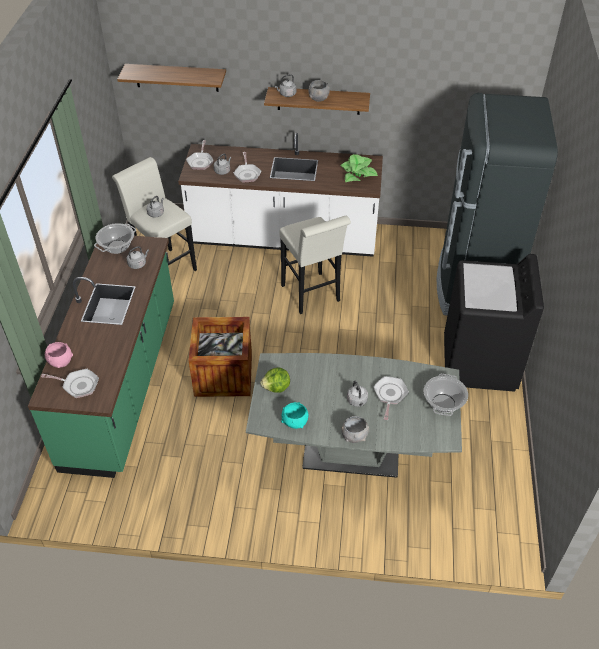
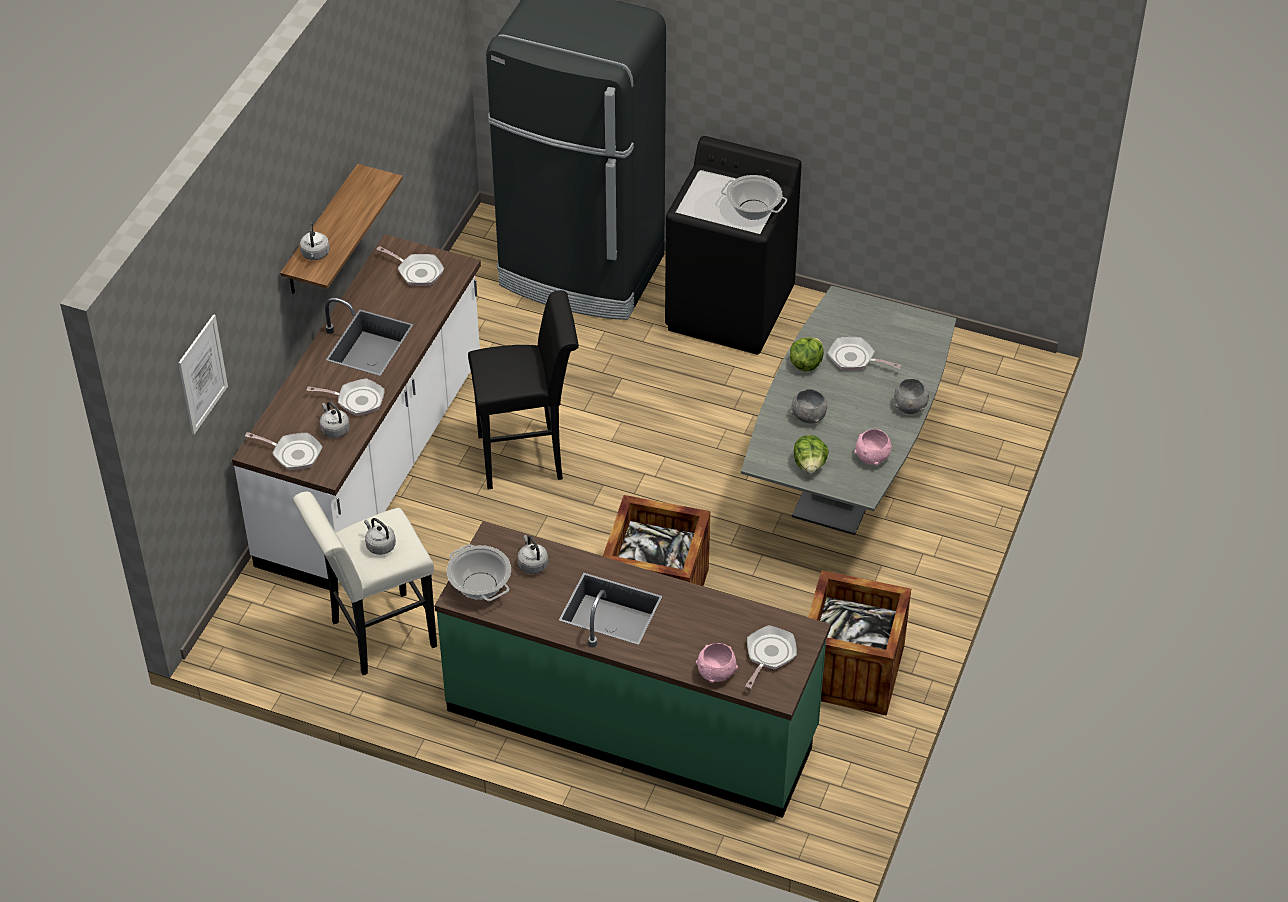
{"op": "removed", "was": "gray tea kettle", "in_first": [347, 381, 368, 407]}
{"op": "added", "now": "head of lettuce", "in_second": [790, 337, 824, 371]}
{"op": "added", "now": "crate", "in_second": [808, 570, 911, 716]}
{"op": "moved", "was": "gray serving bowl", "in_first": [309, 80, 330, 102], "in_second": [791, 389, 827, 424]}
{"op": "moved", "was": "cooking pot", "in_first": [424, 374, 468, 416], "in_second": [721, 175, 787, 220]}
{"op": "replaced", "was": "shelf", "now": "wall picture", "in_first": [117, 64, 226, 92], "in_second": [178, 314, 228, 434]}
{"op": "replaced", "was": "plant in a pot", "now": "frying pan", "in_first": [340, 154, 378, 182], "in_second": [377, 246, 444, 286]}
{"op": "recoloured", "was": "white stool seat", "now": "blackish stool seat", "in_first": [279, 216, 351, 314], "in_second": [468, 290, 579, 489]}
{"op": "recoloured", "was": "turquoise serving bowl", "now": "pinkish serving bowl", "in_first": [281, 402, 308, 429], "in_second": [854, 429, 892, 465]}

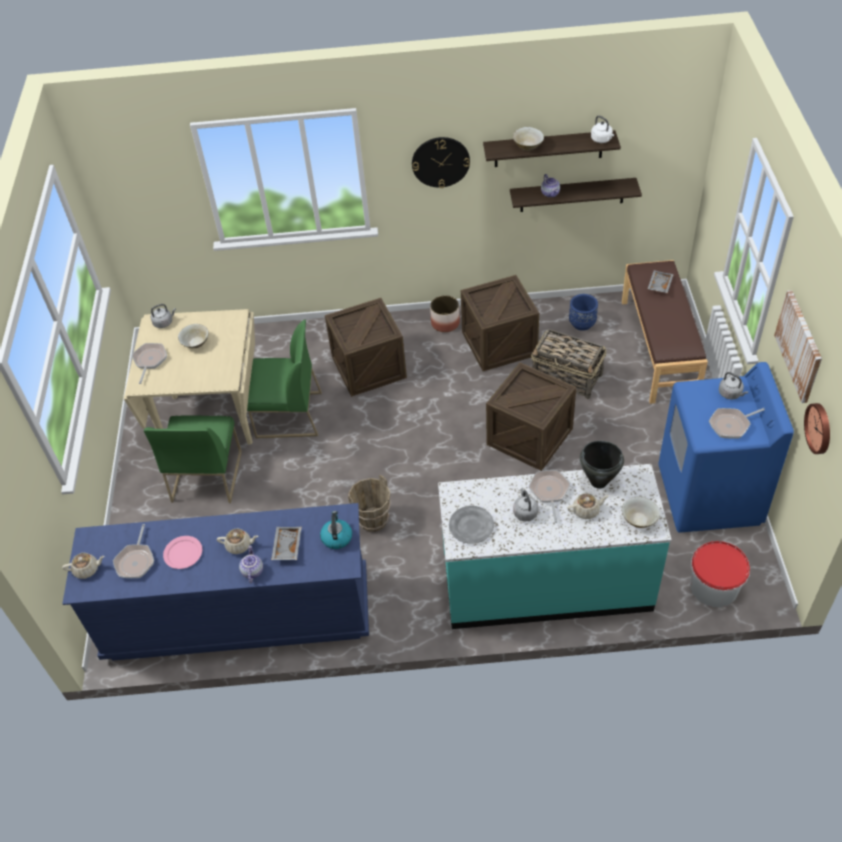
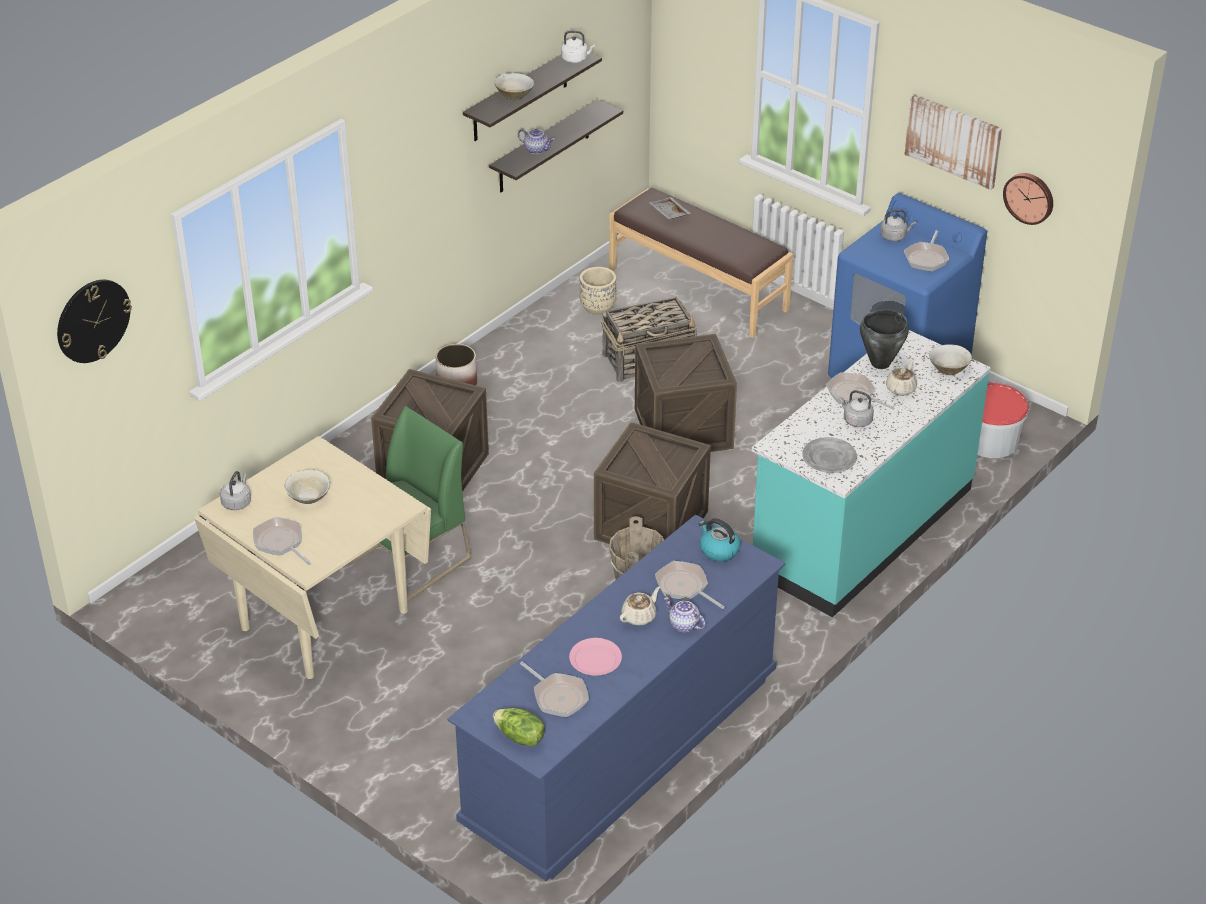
{"op": "removed", "was": "green-coloured plain chair", "in_first": [144, 416, 242, 503]}
{"op": "moved", "was": "clock on the wall", "in_first": [412, 137, 470, 188], "in_second": [57, 280, 132, 363]}
{"op": "moved", "was": "crate", "in_first": [461, 275, 539, 371], "in_second": [594, 422, 711, 544]}
{"op": "replaced", "was": "beige tea pot", "now": "head of lettuce", "in_first": [62, 553, 105, 579], "in_second": [493, 708, 545, 747]}
{"op": "replaced", "was": "gray serving tray", "now": "frying pan", "in_first": [271, 527, 302, 560], "in_second": [655, 561, 725, 609]}
{"op": "recoloured", "was": "bluish flower pot", "now": "beige flower pot", "in_first": [569, 294, 598, 331], "in_second": [580, 267, 616, 315]}

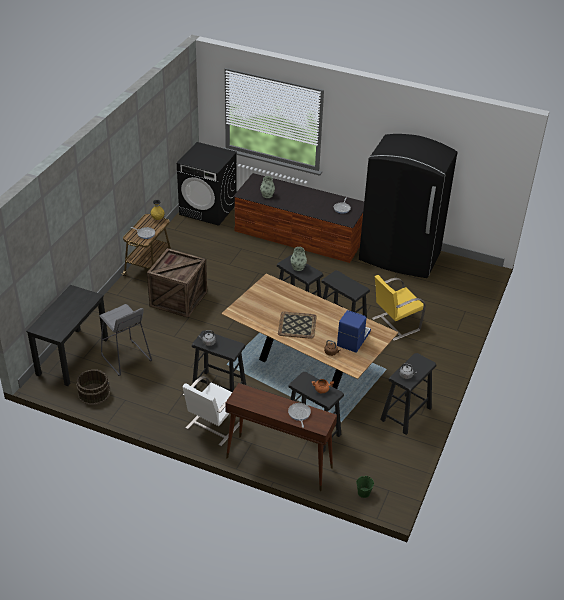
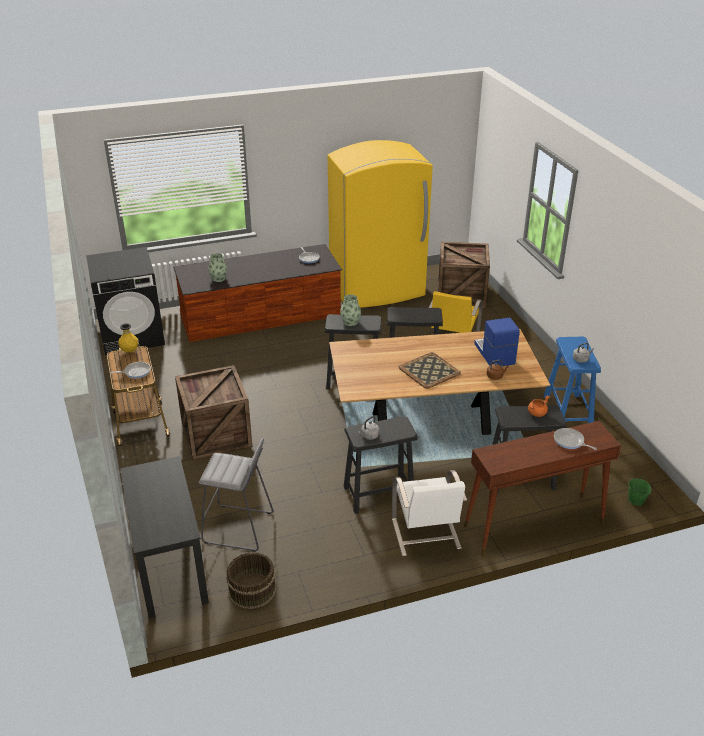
{"op": "added", "now": "crate", "in_second": [438, 242, 490, 309]}
{"op": "recoloured", "was": "blackish fridge", "now": "yellow-coloured fridge", "in_first": [359, 134, 457, 278], "in_second": [328, 140, 433, 308]}
{"op": "recoloured", "was": "blackish stool seat", "now": "bluish stool seat", "in_first": [380, 353, 437, 435], "in_second": [544, 337, 601, 423]}

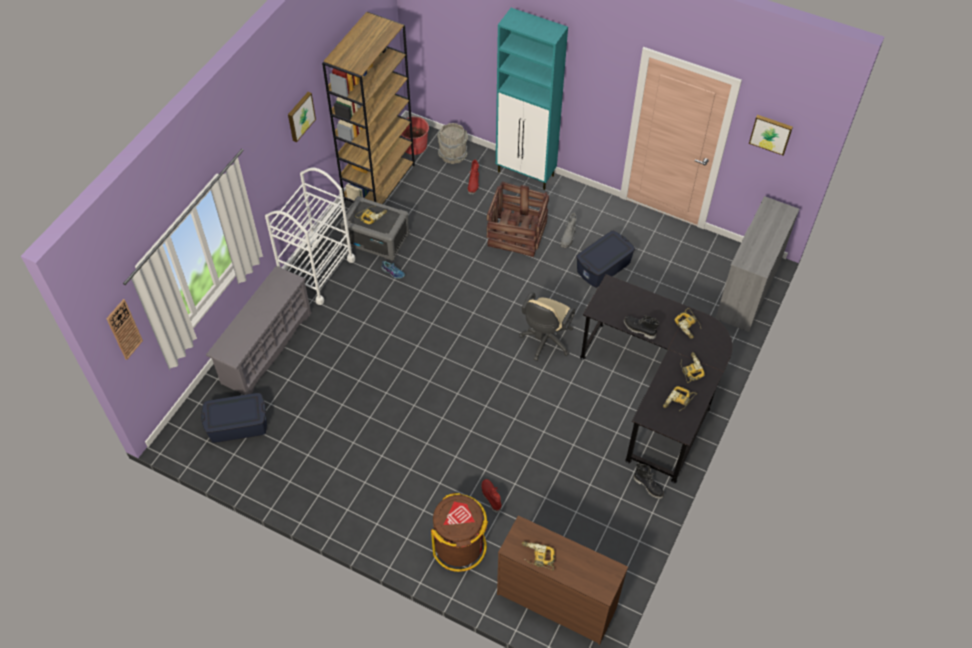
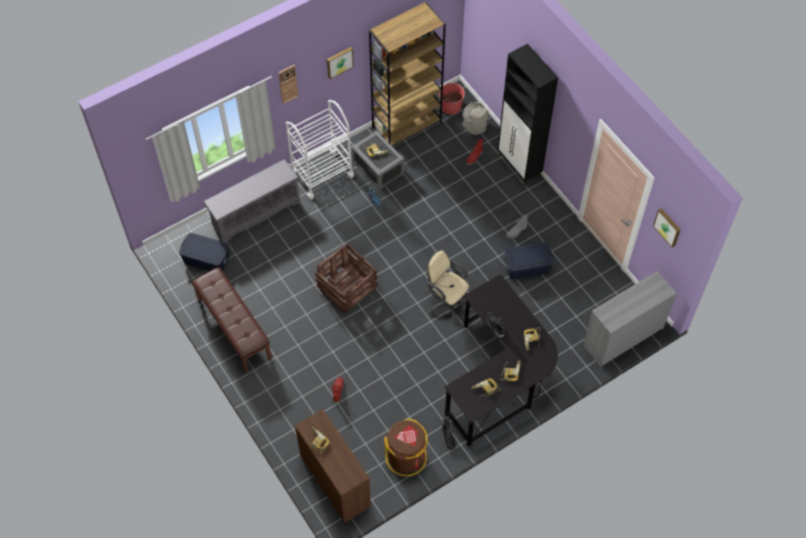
{"op": "added", "now": "brownish bench", "in_second": [192, 267, 272, 373]}
{"op": "moved", "was": "clock on the wall", "in_first": [106, 299, 143, 360], "in_second": [278, 65, 298, 104]}
{"op": "moved", "was": "brownish rubbish bin", "in_first": [431, 493, 488, 572], "in_second": [384, 418, 428, 477]}
{"op": "moved", "was": "crate", "in_first": [487, 182, 549, 257], "in_second": [315, 244, 377, 313]}
{"op": "recoloured", "was": "turquoise cupboard", "now": "blackish cupboard", "in_first": [496, 8, 568, 190], "in_second": [498, 44, 558, 185]}
{"op": "turned", "was": "beige desk chair", "in_first": [519, 292, 575, 361], "in_second": [427, 250, 471, 323], "clockwise": 75}

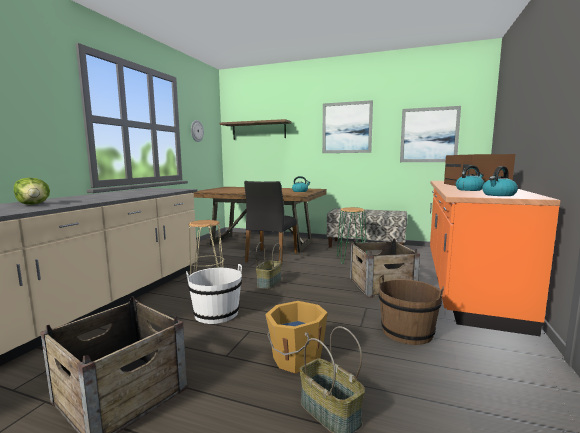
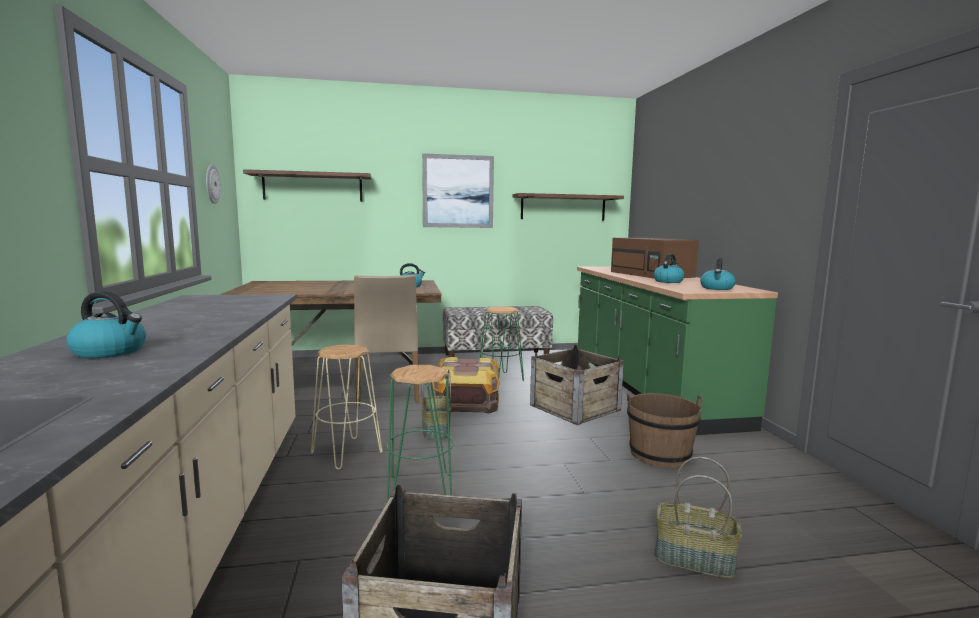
{"op": "removed", "was": "orangey water bucket", "in_first": [265, 301, 328, 373]}
{"op": "added", "now": "crate", "in_second": [432, 357, 500, 414]}
{"op": "replaced", "was": "head of lettuce", "now": "tea kettle", "in_first": [14, 178, 50, 205], "in_second": [66, 291, 146, 358]}
{"op": "replaced", "was": "white water bucket", "now": "green-coloured stool seat", "in_first": [186, 264, 242, 324], "in_second": [386, 365, 454, 501]}
{"op": "replaced", "was": "wall picture", "now": "shelf", "in_first": [400, 106, 461, 162], "in_second": [512, 193, 624, 220]}
{"op": "recoloured", "was": "blackish plain chair", "now": "beige plain chair", "in_first": [244, 181, 297, 266], "in_second": [354, 275, 419, 406]}
{"op": "recoloured", "was": "orangey counter", "now": "green-coloured counter", "in_first": [430, 181, 561, 336], "in_second": [577, 267, 778, 435]}

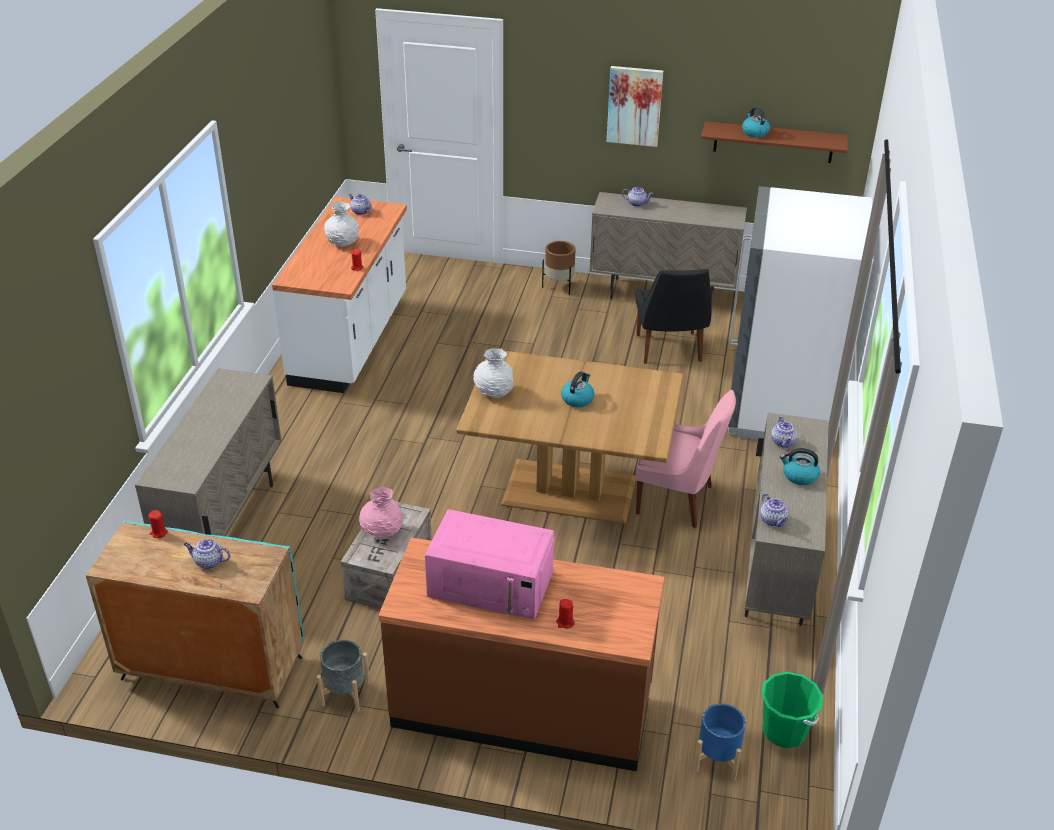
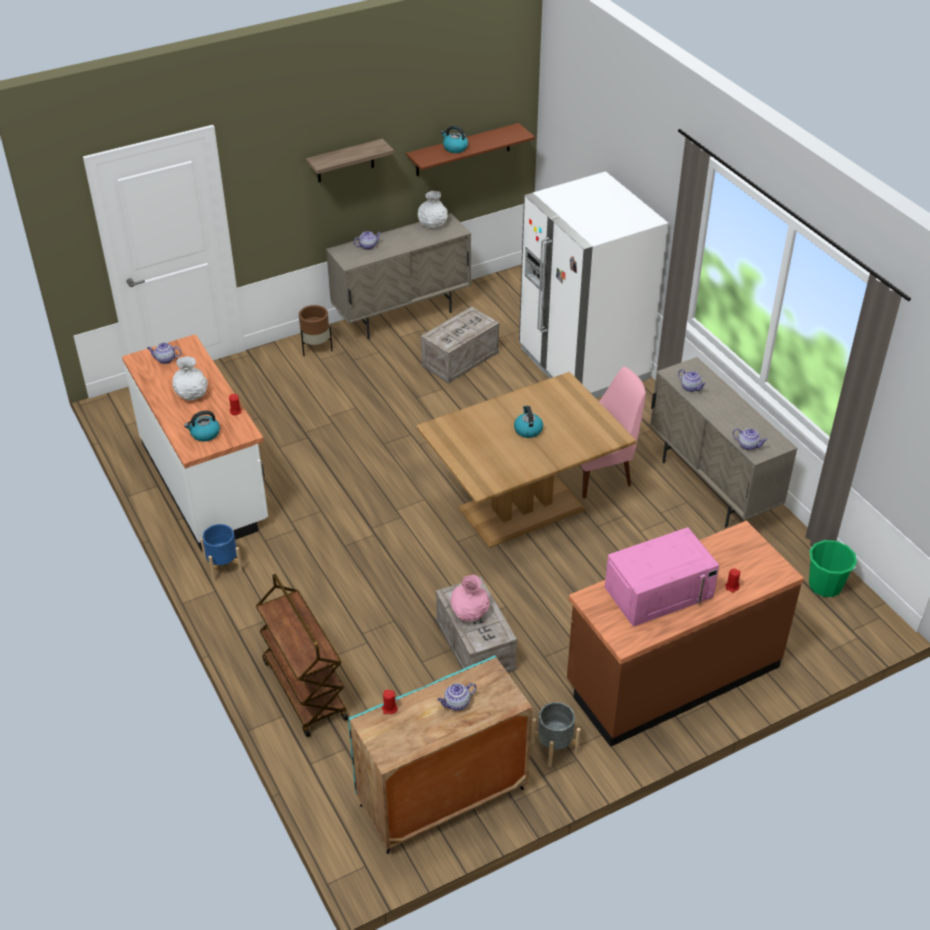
{"op": "moved", "was": "white vase", "in_first": [473, 348, 514, 398], "in_second": [418, 191, 448, 229]}
{"op": "moved", "was": "bluish flower pot", "in_first": [694, 704, 746, 781], "in_second": [200, 524, 243, 581]}
{"op": "moved", "was": "tea kettle", "in_first": [780, 448, 820, 485], "in_second": [184, 411, 220, 442]}
{"op": "replaced", "was": "beige cupboard", "now": "brownish cart", "in_first": [135, 368, 282, 536], "in_second": [256, 574, 348, 737]}
{"op": "replaced", "was": "wall picture", "now": "shelf", "in_first": [607, 66, 663, 147], "in_second": [306, 139, 394, 182]}
{"op": "replaced", "was": "blackish plain chair", "now": "crate", "in_first": [635, 269, 712, 364], "in_second": [421, 307, 500, 383]}

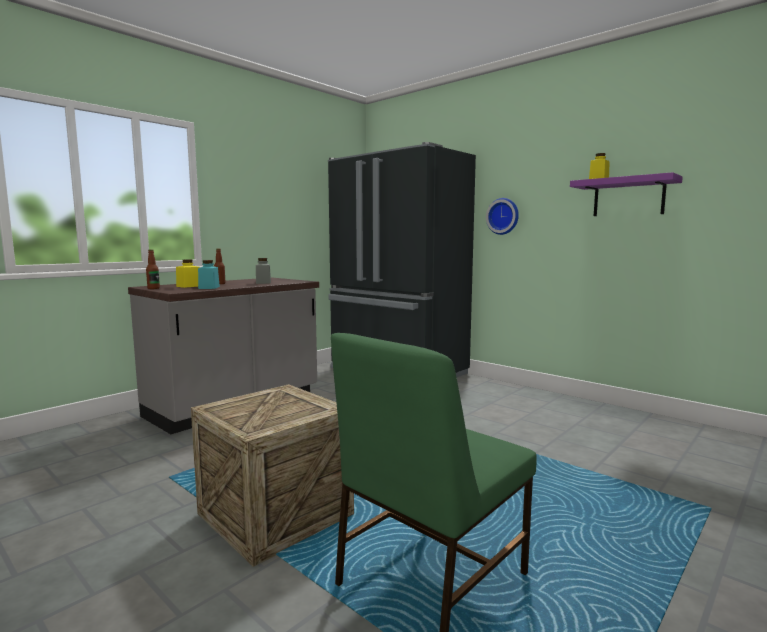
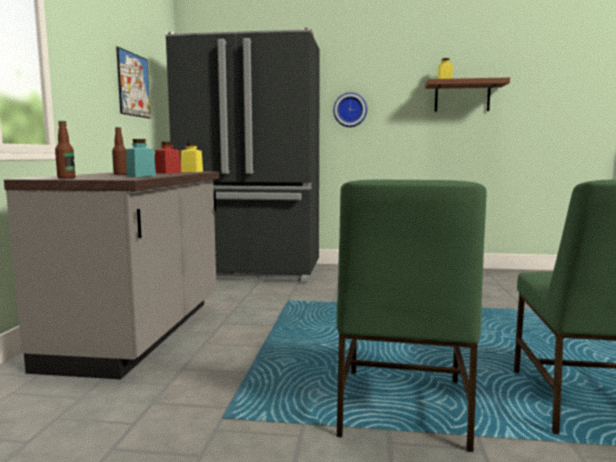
{"op": "added", "now": "wall picture", "in_second": [116, 47, 150, 119]}
{"op": "moved", "was": "yellow-coloured jar", "in_first": [176, 259, 200, 288], "in_second": [181, 143, 203, 172]}
{"op": "replaced", "was": "crate", "now": "green-coloured plain chair", "in_first": [191, 384, 354, 567], "in_second": [337, 180, 487, 452]}
{"op": "recoloured", "was": "gray jar", "now": "red jar", "in_first": [256, 258, 271, 284], "in_second": [155, 142, 181, 174]}
{"op": "recoloured", "was": "purplish shelf", "now": "brownish shelf", "in_first": [570, 172, 683, 216], "in_second": [425, 77, 510, 112]}

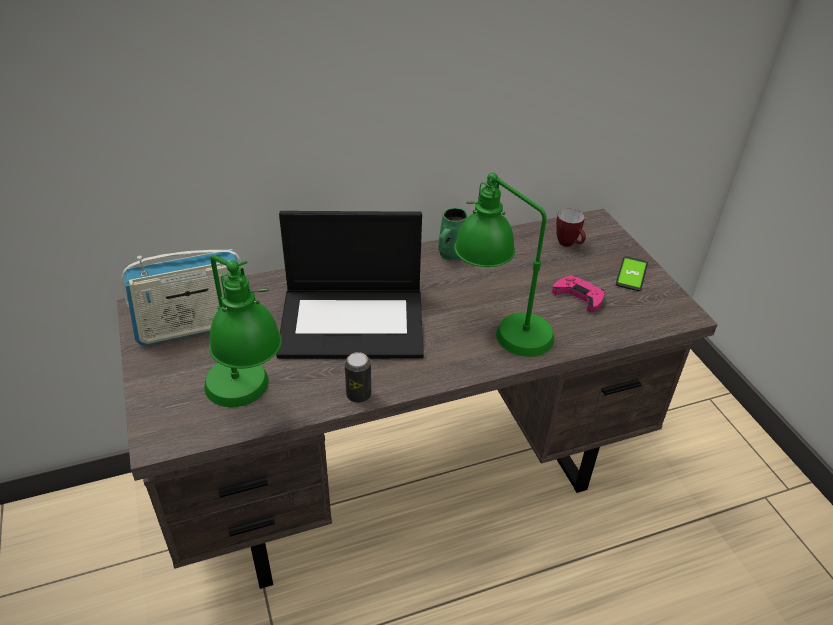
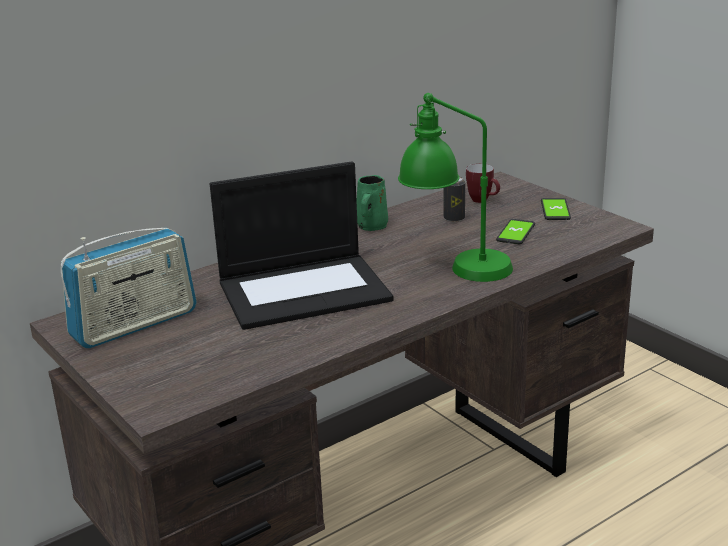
{"op": "removed", "was": "green-coloured tabletop lamp", "in_first": [204, 255, 282, 407]}
{"op": "moved", "was": "metal can", "in_first": [345, 352, 371, 403], "in_second": [444, 177, 465, 222]}
{"op": "replaced", "was": "pinkish game controller", "now": "phone", "in_first": [552, 275, 605, 312], "in_second": [496, 219, 535, 244]}

